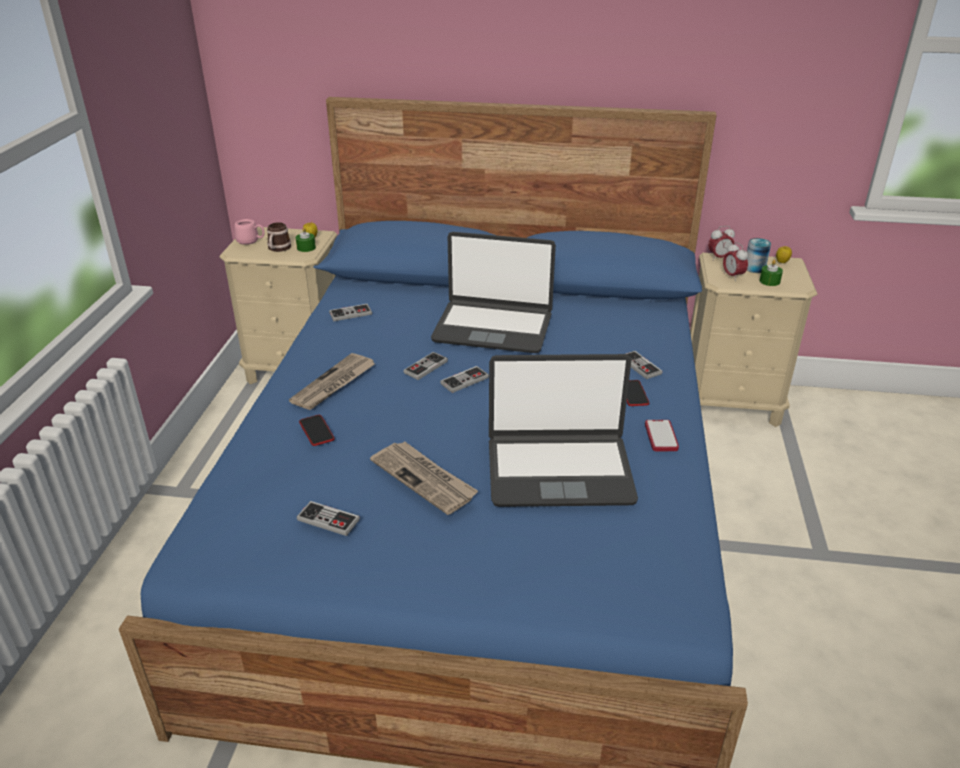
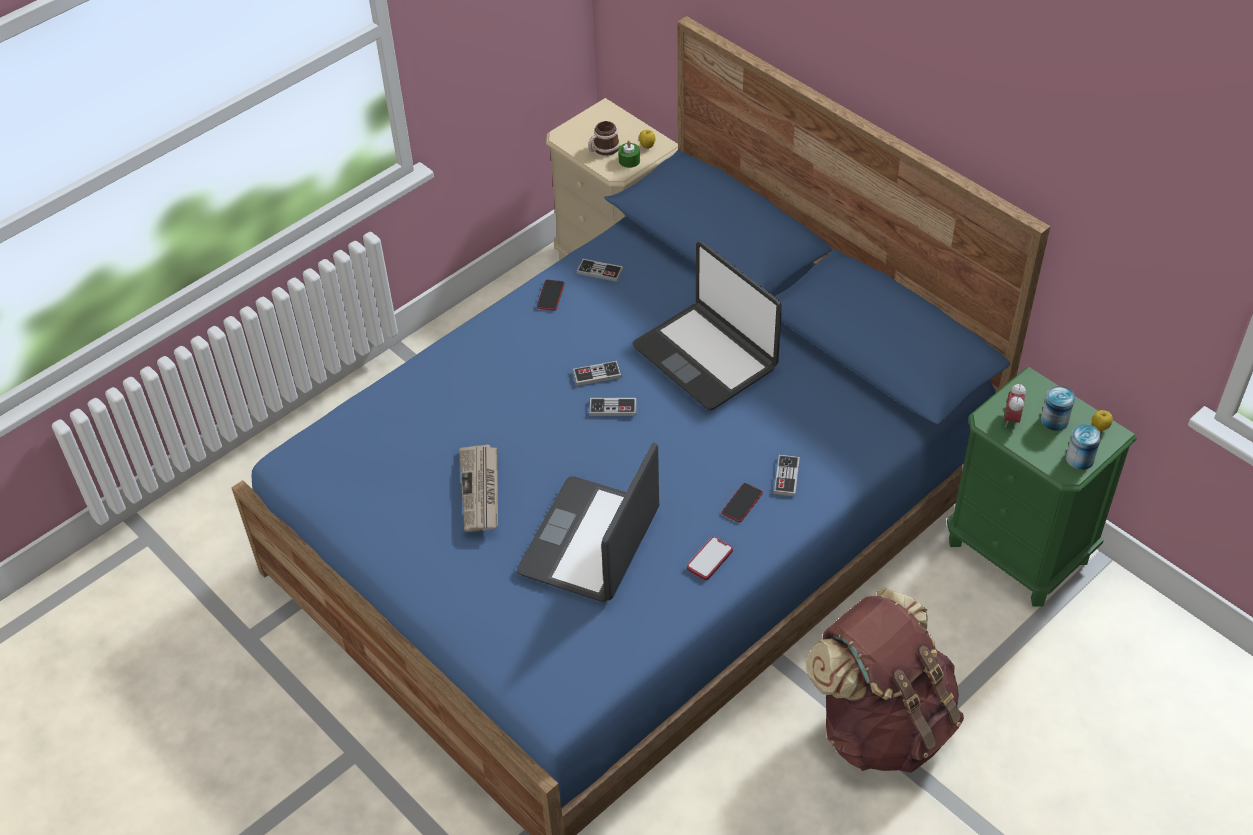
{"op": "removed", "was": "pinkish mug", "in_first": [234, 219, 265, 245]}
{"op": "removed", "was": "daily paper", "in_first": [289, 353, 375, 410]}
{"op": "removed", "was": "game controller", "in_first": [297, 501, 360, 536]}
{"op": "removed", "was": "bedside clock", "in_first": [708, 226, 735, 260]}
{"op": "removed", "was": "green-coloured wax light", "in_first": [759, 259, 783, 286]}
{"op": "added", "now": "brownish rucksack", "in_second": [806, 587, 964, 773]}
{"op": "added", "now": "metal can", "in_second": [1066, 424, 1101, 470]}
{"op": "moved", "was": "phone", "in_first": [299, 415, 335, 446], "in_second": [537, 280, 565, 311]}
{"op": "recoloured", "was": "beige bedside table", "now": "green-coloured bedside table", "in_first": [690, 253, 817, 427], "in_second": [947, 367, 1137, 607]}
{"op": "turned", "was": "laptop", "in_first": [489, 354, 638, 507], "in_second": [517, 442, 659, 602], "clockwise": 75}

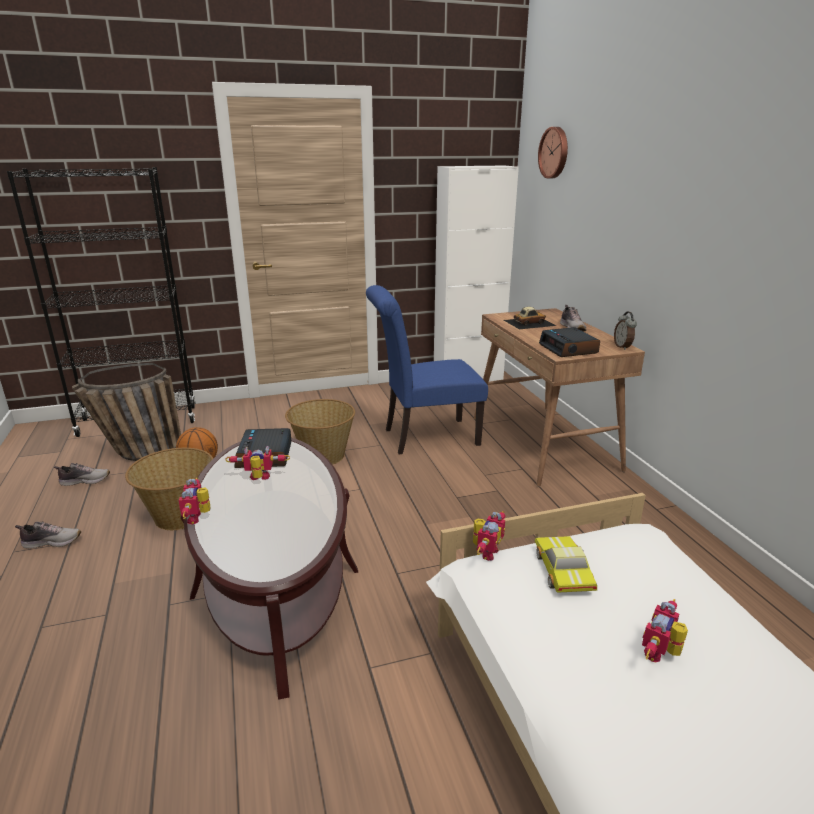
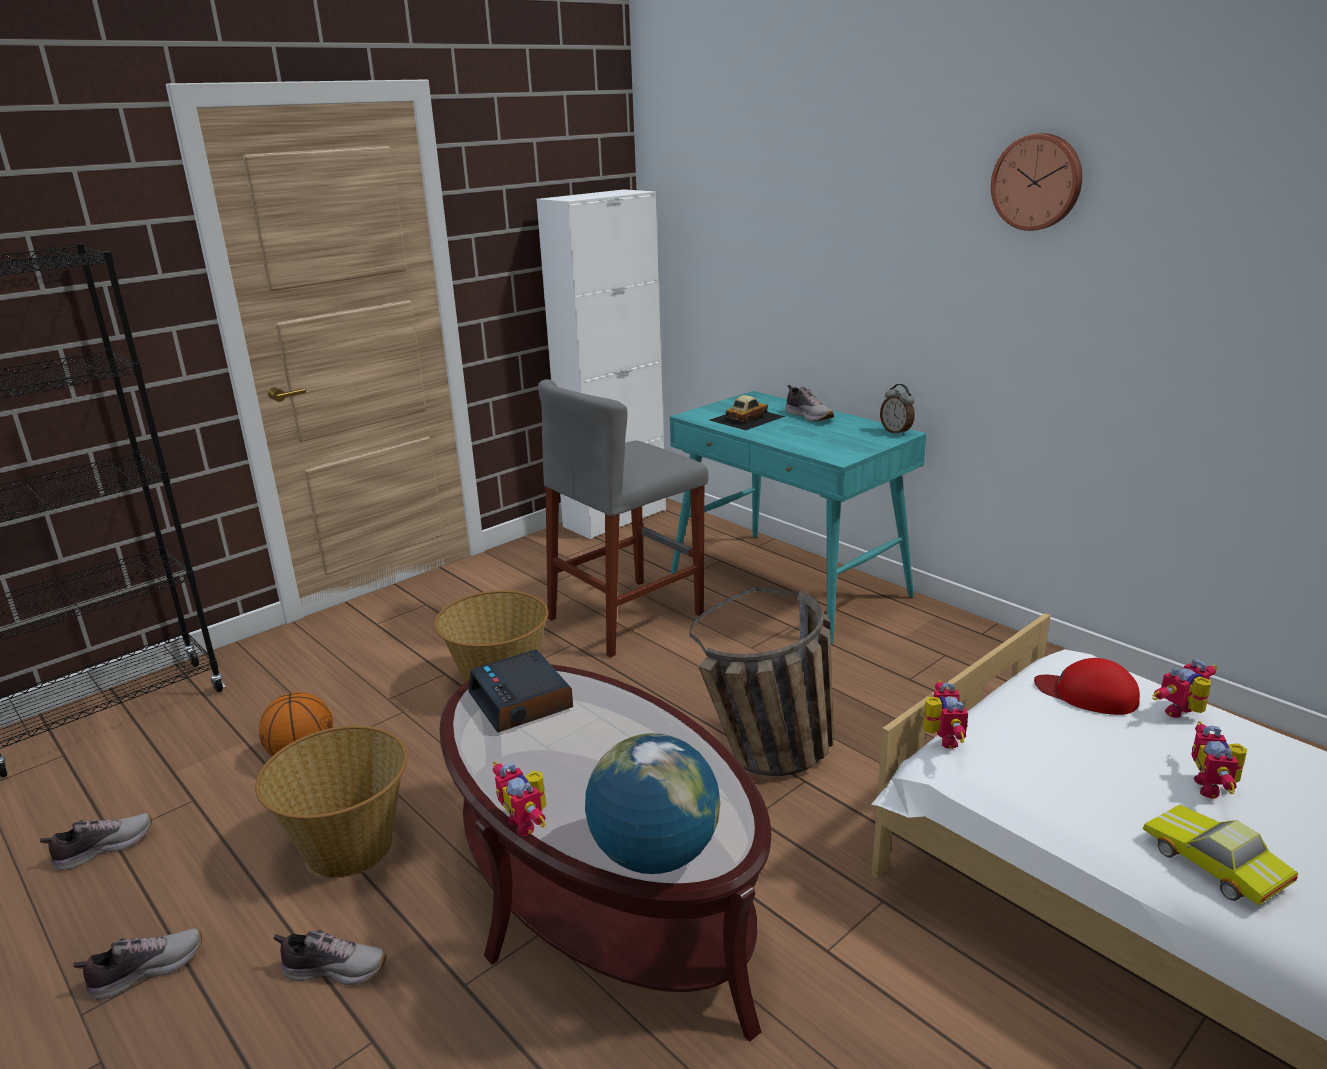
{"op": "removed", "was": "bedside clock", "in_first": [539, 327, 600, 357]}
{"op": "added", "now": "shoe", "in_second": [273, 930, 387, 985]}
{"op": "added", "now": "desk globe", "in_second": [585, 733, 720, 874]}
{"op": "added", "now": "red cap", "in_second": [1034, 658, 1140, 715]}
{"op": "moved", "was": "basket", "in_first": [72, 363, 181, 461], "in_second": [689, 587, 834, 776]}
{"op": "moved", "was": "robot figure", "in_first": [225, 446, 290, 480], "in_second": [1152, 659, 1217, 718]}
{"op": "moved", "was": "toy car", "in_first": [535, 536, 597, 592], "in_second": [1143, 804, 1298, 905]}
{"op": "moved", "was": "clock on the wall", "in_first": [538, 127, 568, 178], "in_second": [991, 133, 1082, 231]}
{"op": "replaced", "was": "bluish plain chair", "now": "gray stool seat", "in_first": [366, 285, 488, 454], "in_second": [538, 379, 709, 658]}
{"op": "recoloured", "was": "brownish desk unit", "now": "turquoise desk unit", "in_first": [474, 308, 645, 487], "in_second": [670, 391, 927, 645]}

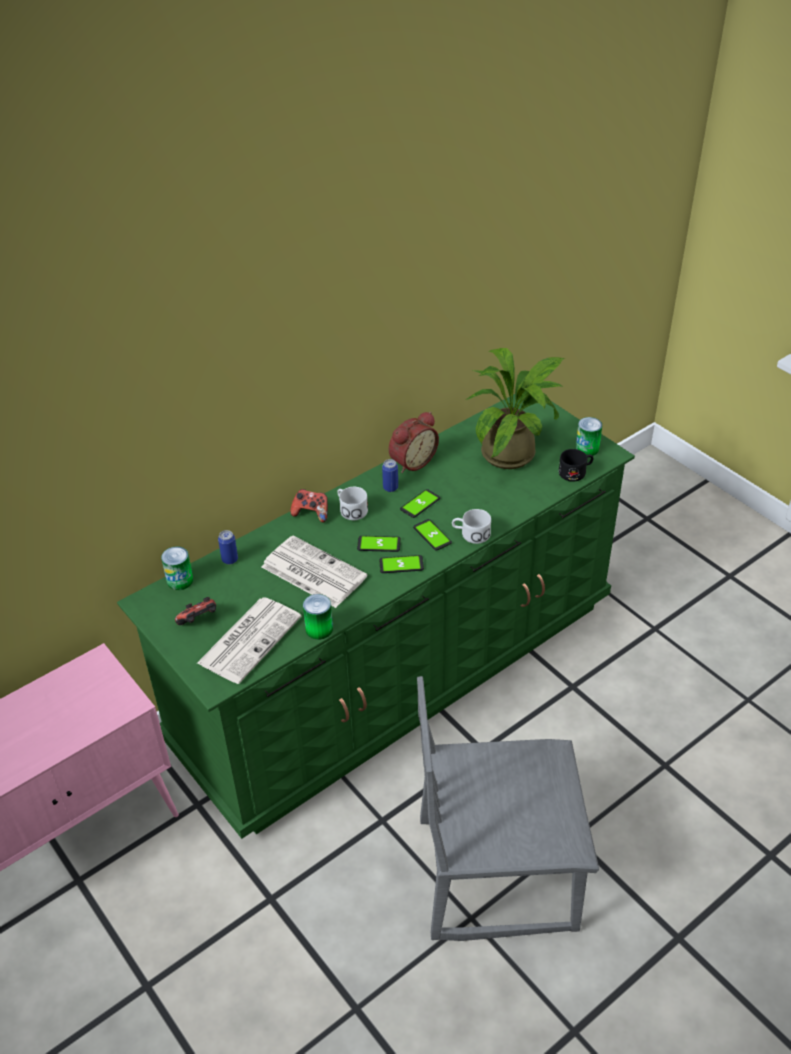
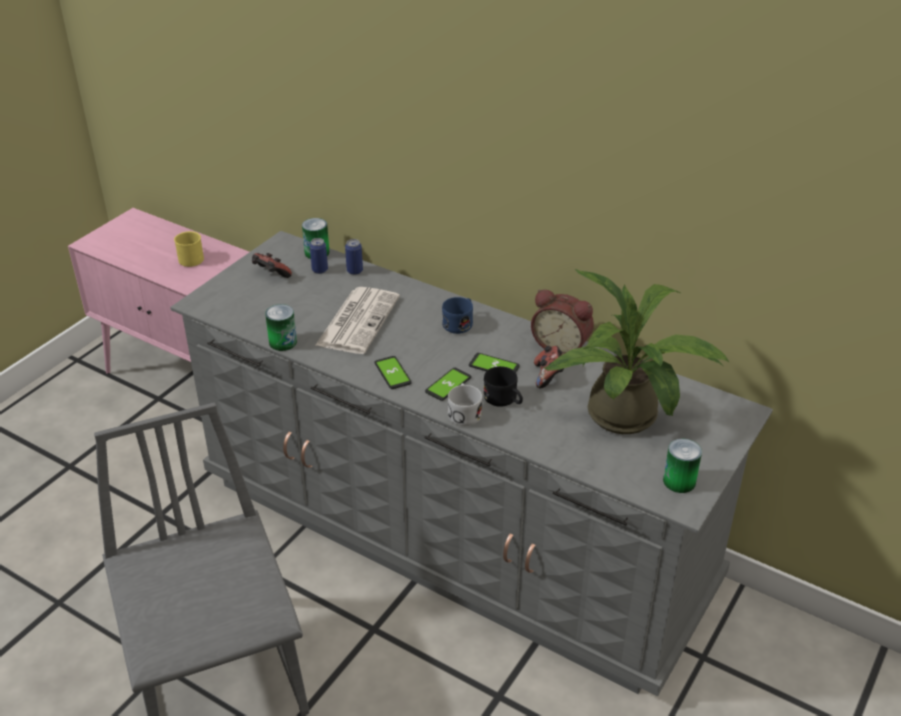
{"op": "removed", "was": "daily paper", "in_first": [197, 597, 302, 684]}
{"op": "removed", "was": "phone", "in_first": [357, 536, 401, 552]}
{"op": "added", "now": "yellow-coloured mug", "in_second": [174, 231, 204, 267]}
{"op": "moved", "was": "game controller", "in_first": [290, 489, 328, 523], "in_second": [534, 346, 564, 388]}
{"op": "moved", "was": "metal can", "in_first": [382, 459, 398, 492], "in_second": [310, 238, 328, 274]}
{"op": "moved", "was": "blackish mug", "in_first": [559, 449, 594, 482], "in_second": [483, 366, 523, 407]}
{"op": "recoloured", "was": "green-coloured dresser", "now": "gray dresser", "in_first": [117, 394, 635, 839], "in_second": [170, 231, 773, 696]}
{"op": "recoloured", "was": "white mug", "now": "bluish mug", "in_first": [337, 487, 368, 520], "in_second": [442, 297, 473, 334]}

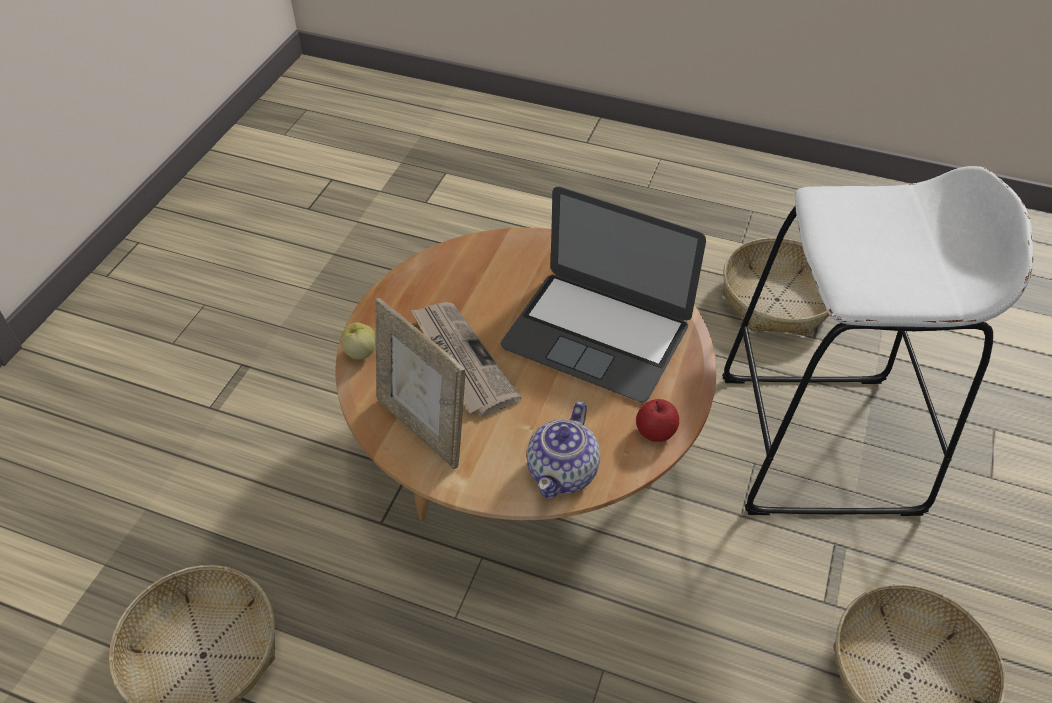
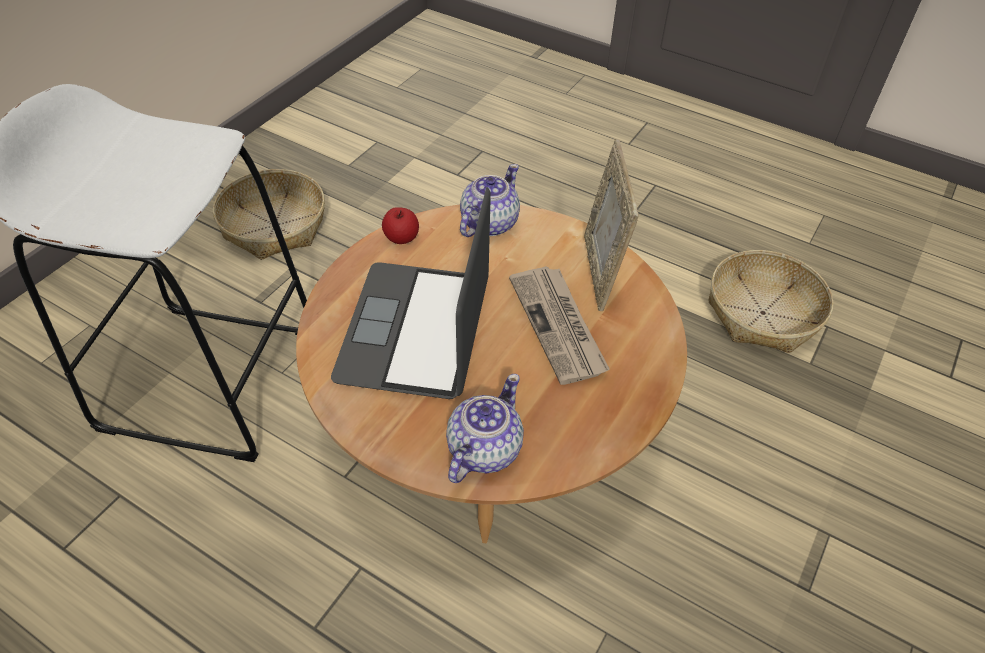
{"op": "removed", "was": "whole apple", "in_first": [340, 322, 376, 360]}
{"op": "removed", "was": "basket", "in_first": [723, 237, 829, 336]}
{"op": "added", "now": "tea pot", "in_second": [446, 374, 524, 483]}
{"op": "turned", "was": "photo frame", "in_first": [375, 298, 465, 469], "in_second": [584, 139, 639, 311], "clockwise": -150}
{"op": "turned", "was": "laptop", "in_first": [501, 187, 706, 402], "in_second": [331, 187, 491, 399], "clockwise": -120}

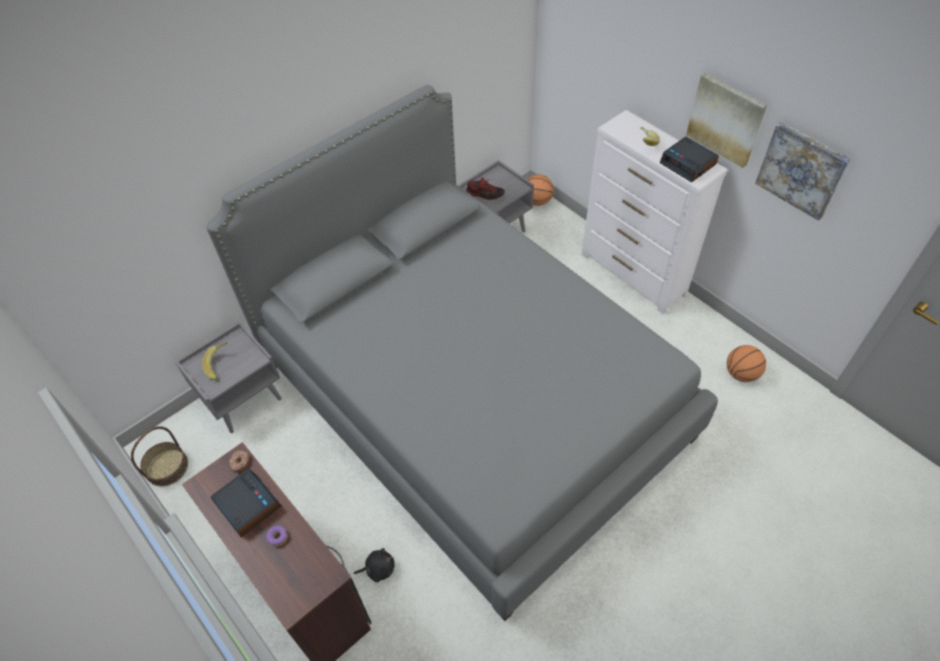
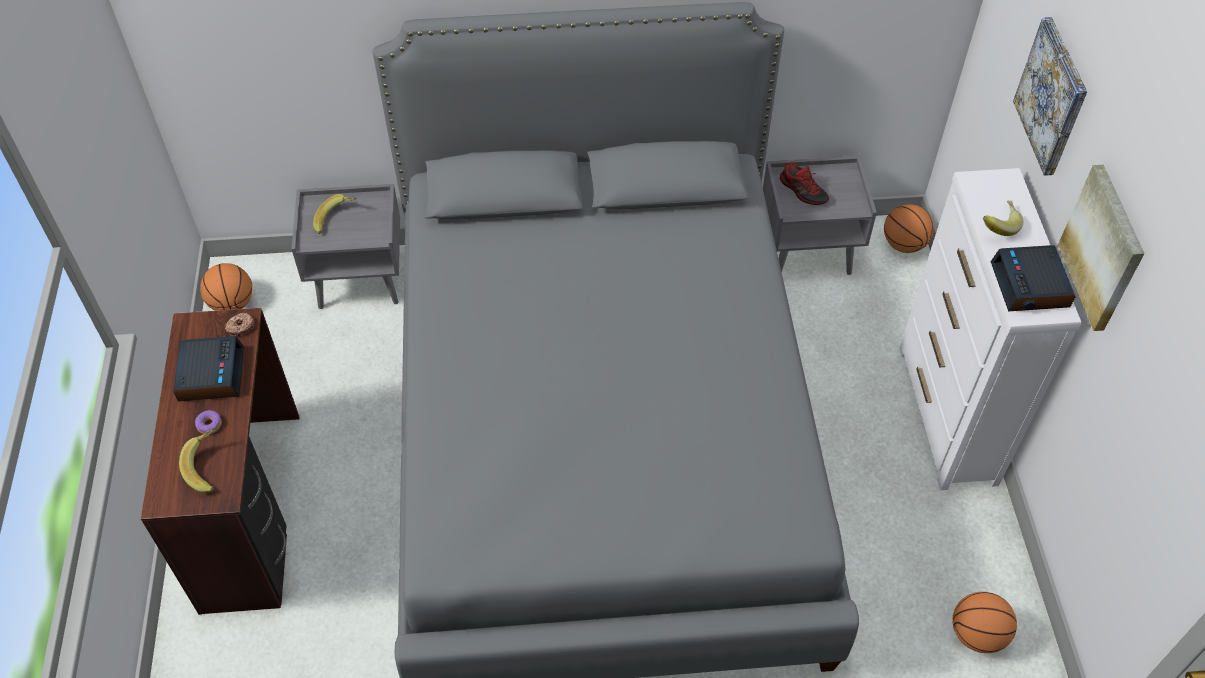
{"op": "removed", "was": "blackish soft toy", "in_first": [354, 548, 395, 582]}
{"op": "added", "now": "banana fruit", "in_second": [179, 427, 217, 493]}
{"op": "moved", "was": "wall picture", "in_first": [755, 122, 850, 221], "in_second": [1013, 17, 1087, 176]}
{"op": "replaced", "was": "basket", "now": "ball for basketball", "in_first": [131, 426, 188, 486], "in_second": [200, 263, 252, 311]}

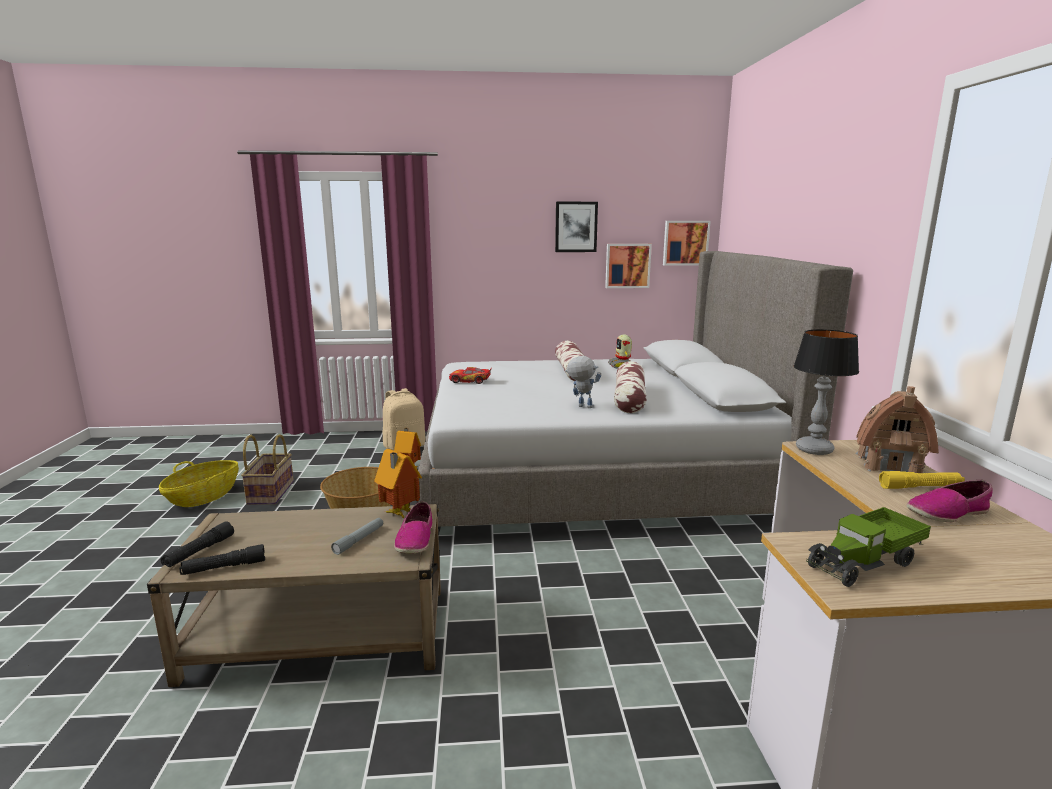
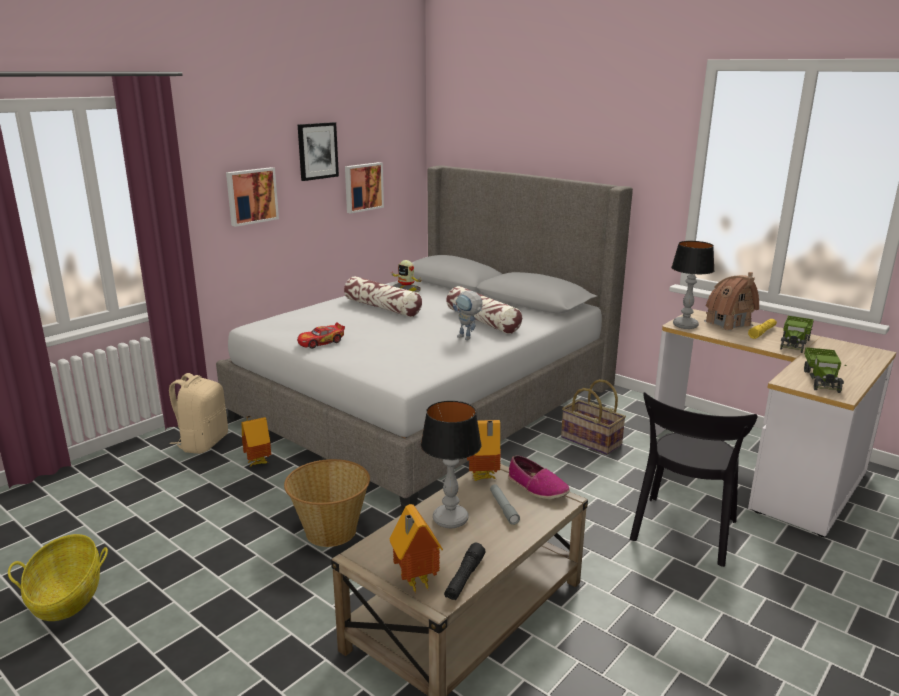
{"op": "added", "now": "tabletop lamp", "in_second": [421, 401, 482, 528]}
{"op": "added", "now": "blackish plain chair", "in_second": [630, 392, 757, 567]}
{"op": "moved", "was": "basket", "in_first": [241, 434, 294, 505], "in_second": [561, 379, 626, 455]}
{"op": "moved", "was": "wall picture", "in_first": [663, 221, 711, 266], "in_second": [226, 167, 279, 227]}
{"op": "replaced", "was": "blackish hand torch", "now": "toy house", "in_first": [161, 521, 234, 567], "in_second": [389, 504, 443, 593]}
{"op": "replaced", "was": "shoe", "now": "model truck", "in_first": [907, 480, 993, 522], "in_second": [780, 316, 814, 353]}
{"op": "turned", "was": "robot figure", "in_first": [565, 356, 601, 408], "in_second": [453, 291, 483, 340], "clockwise": -120}

